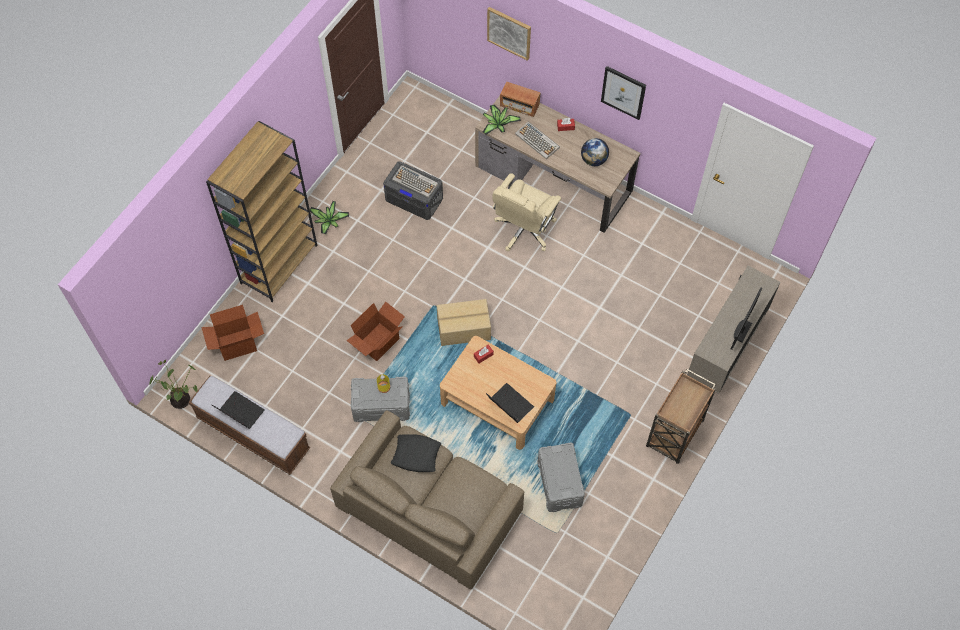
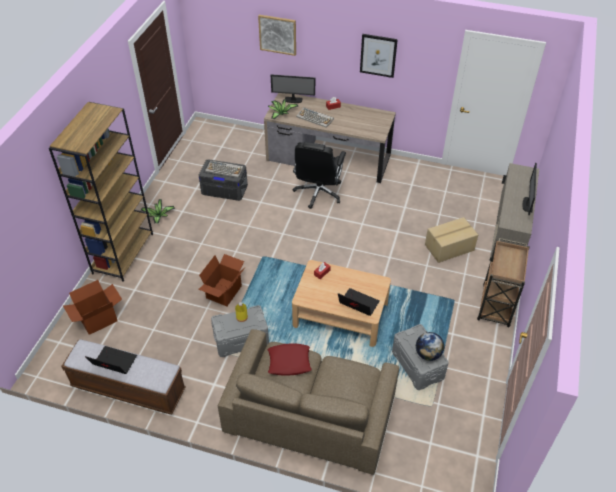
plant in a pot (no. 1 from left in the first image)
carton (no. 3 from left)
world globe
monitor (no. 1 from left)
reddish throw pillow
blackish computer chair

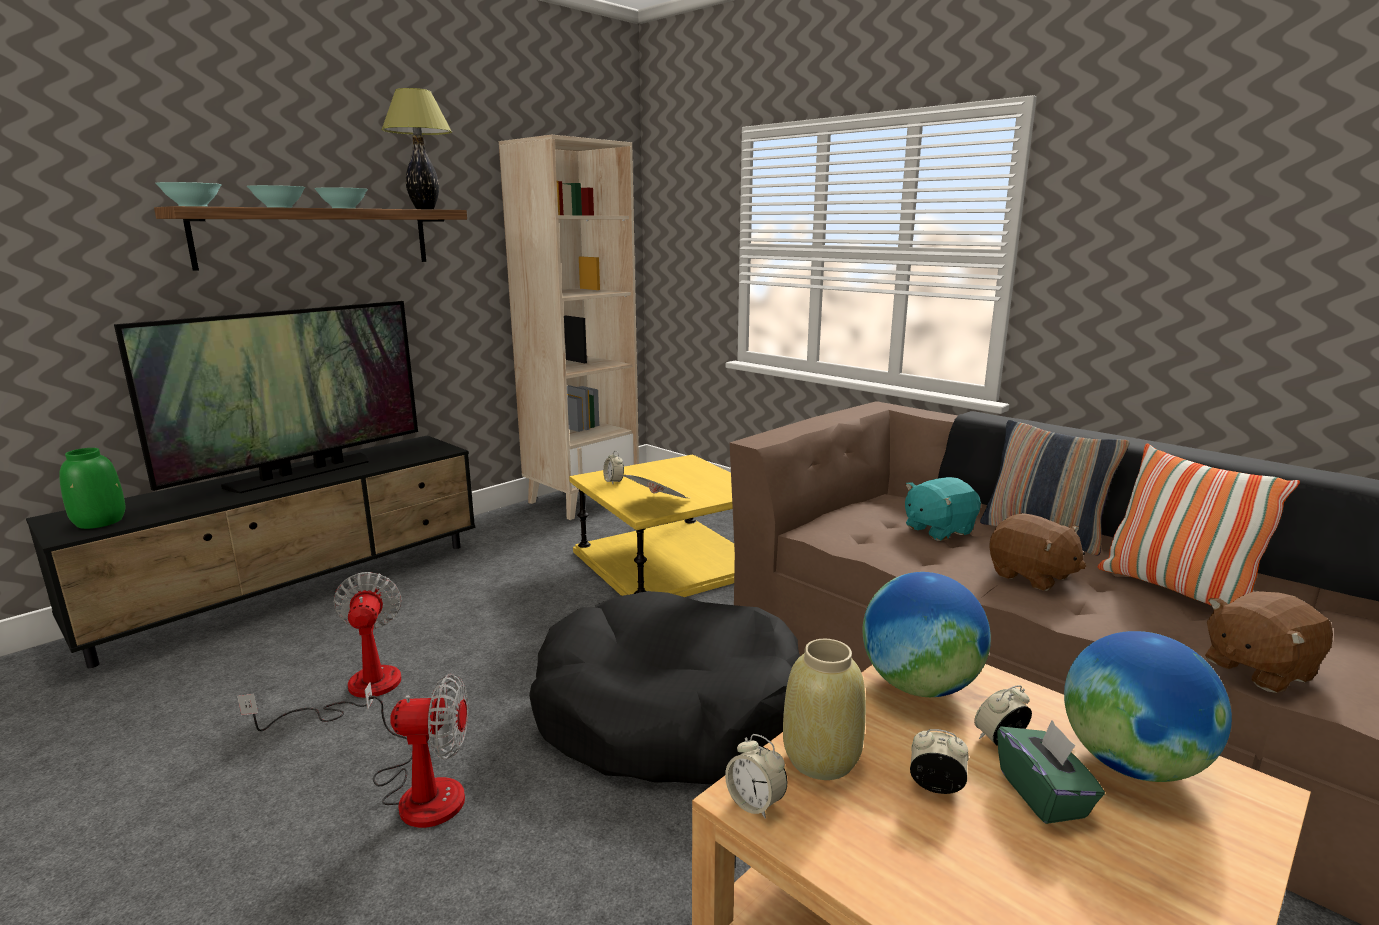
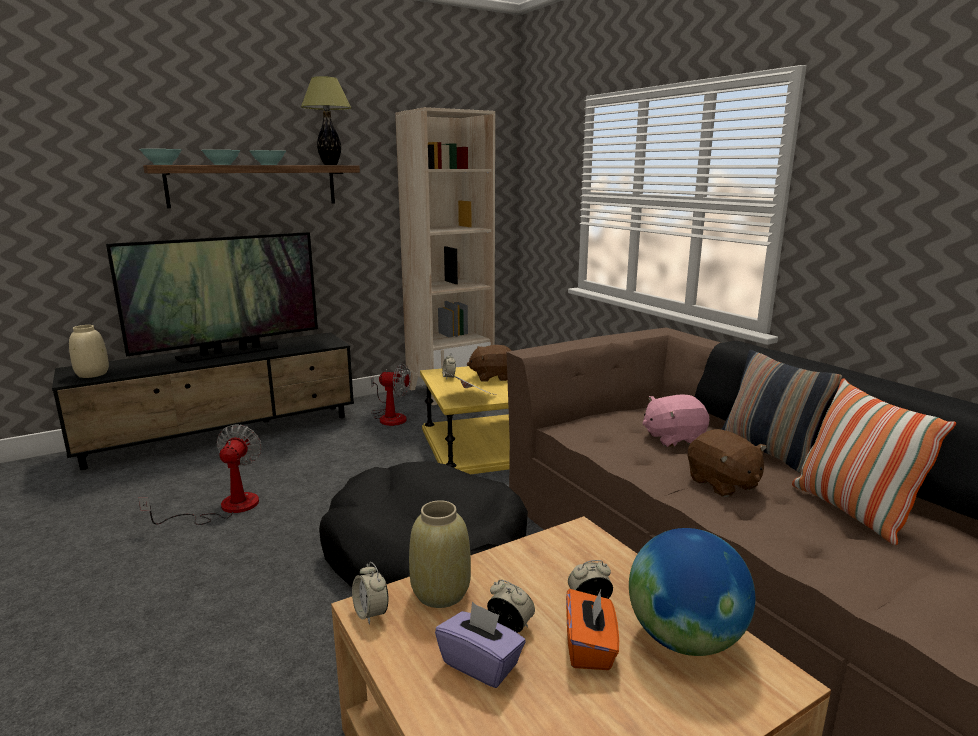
world globe (no. 1 from left in the first image)
purple-coloured tissue box
cooling fan (no. 2 from left)
brown soft toy (no. 1 from left)
beige-coloured vase (no. 1 from left)
pink soft toy
orange tissue box

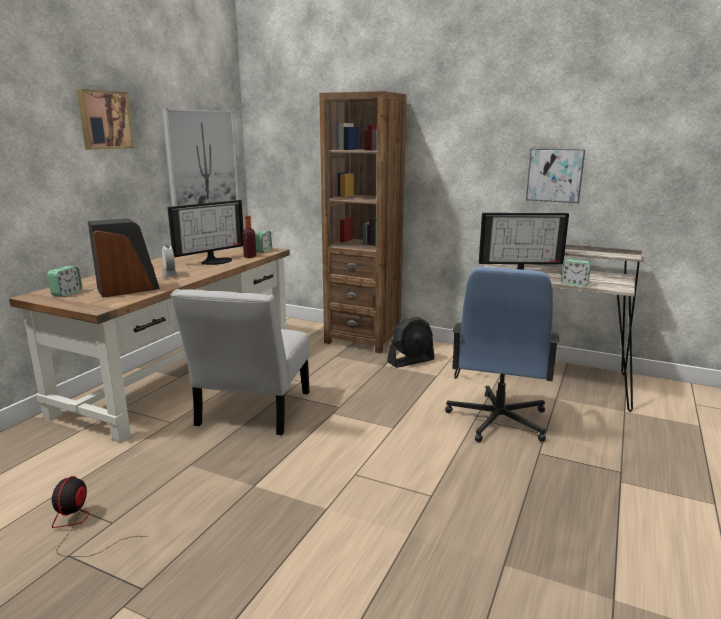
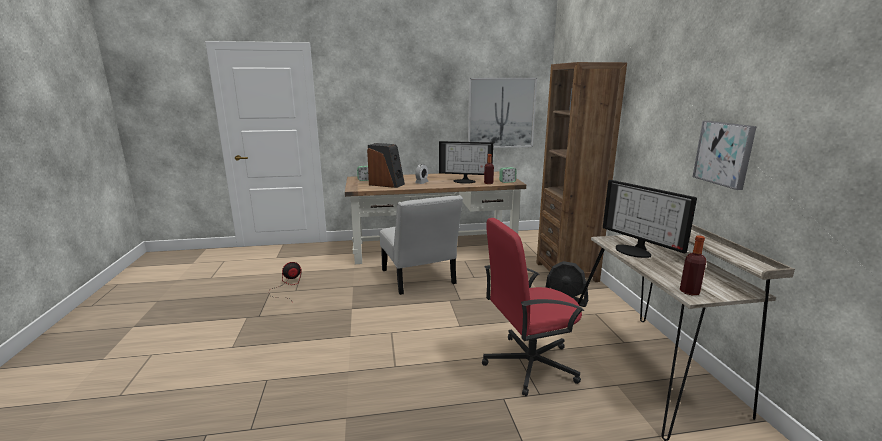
wall picture (no. 1 from left in the first image)
bedside clock (no. 4 from left in the first image)
bottle (no. 2 from left)
reddish computer chair
whitish chair

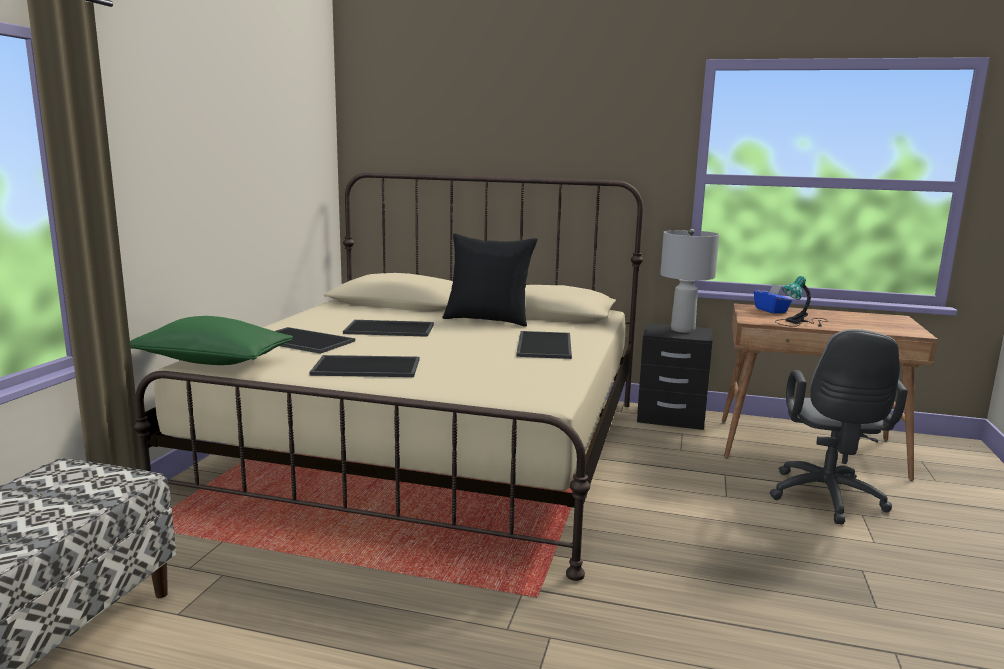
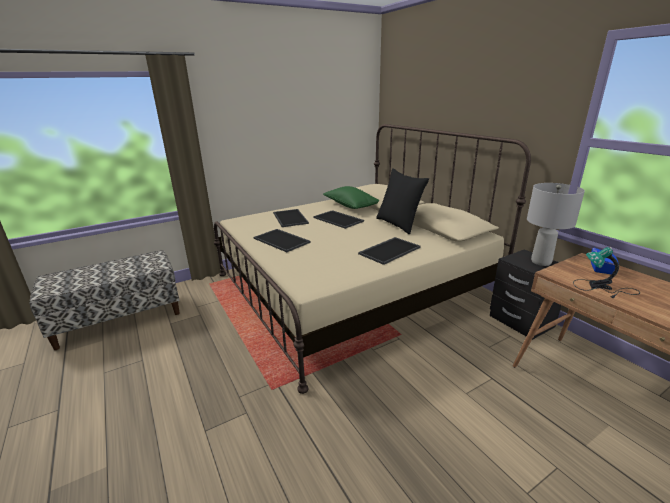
gray computer chair
green throw pillow

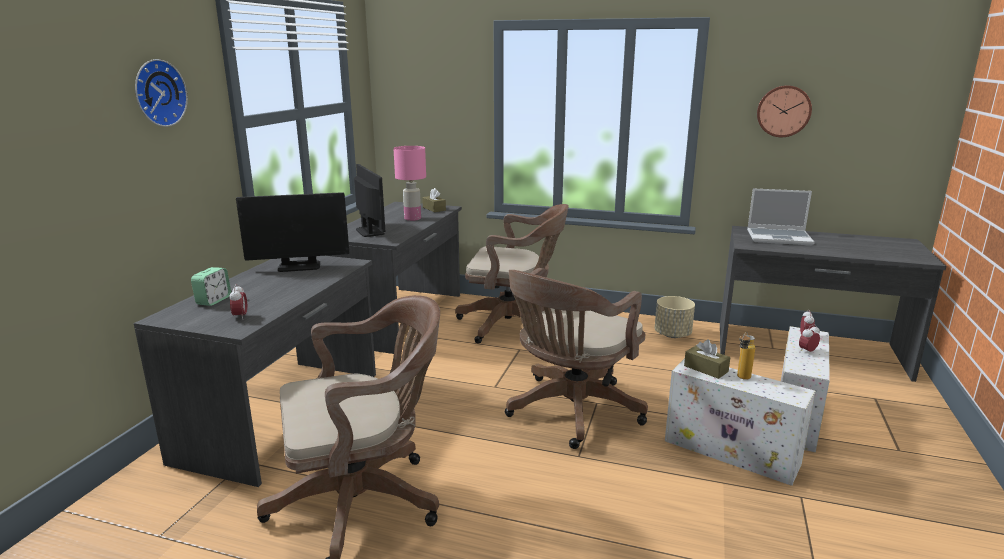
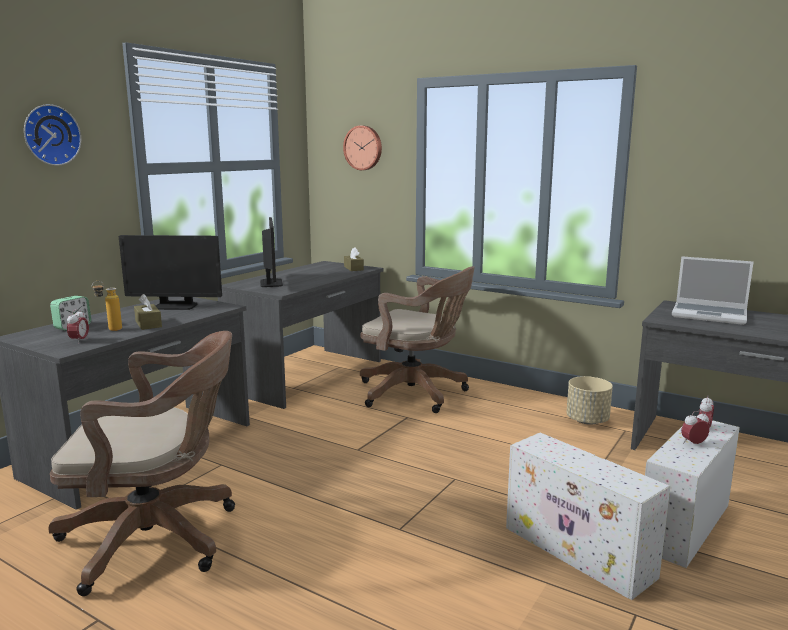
pink table lamp
brown computer chair (no. 3 from left in the first image)
brown tissue box (no. 1 from left)
bottle
clock on the wall (no. 2 from left)

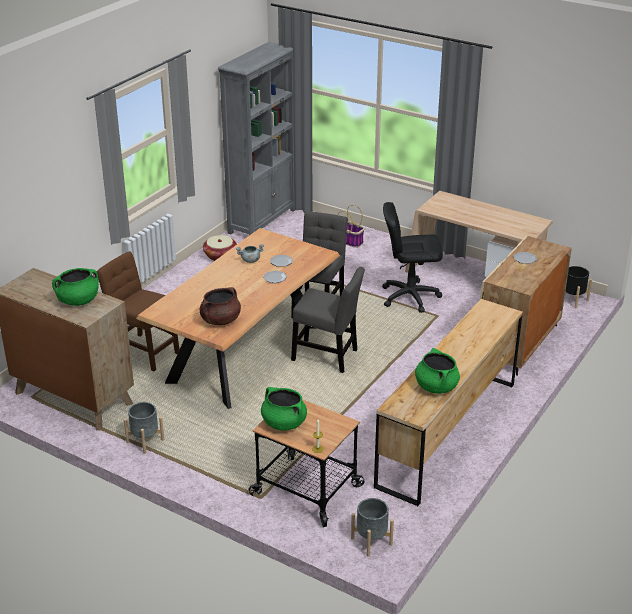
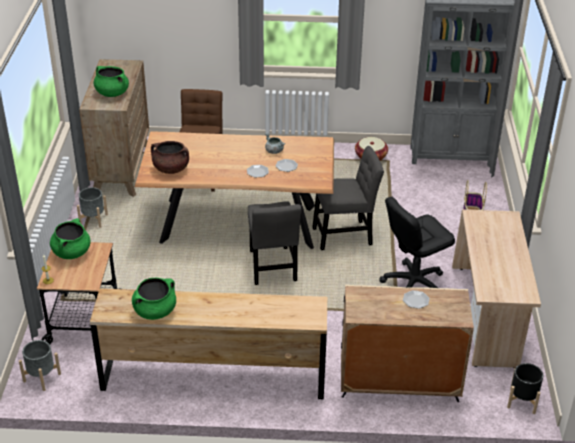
blackish computer chair

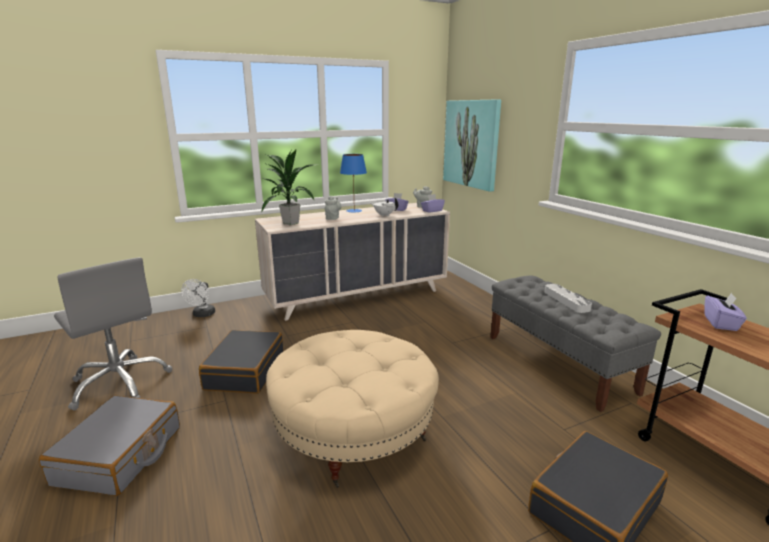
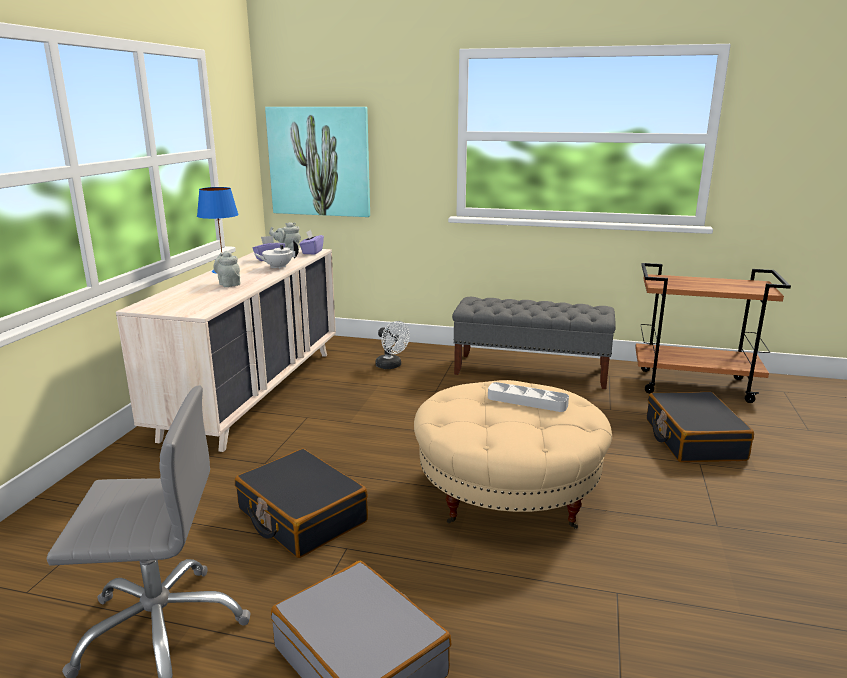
plant in a pot
purple-coloured tissue box (no. 3 from left in the first image)
whitish cooling fan
gray tray

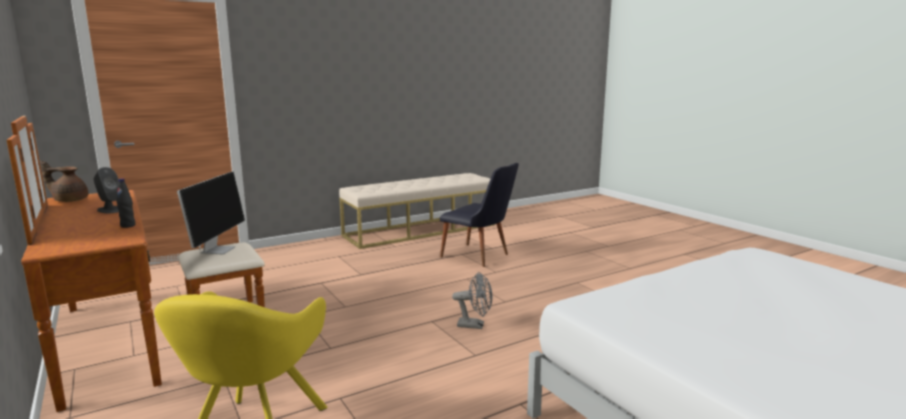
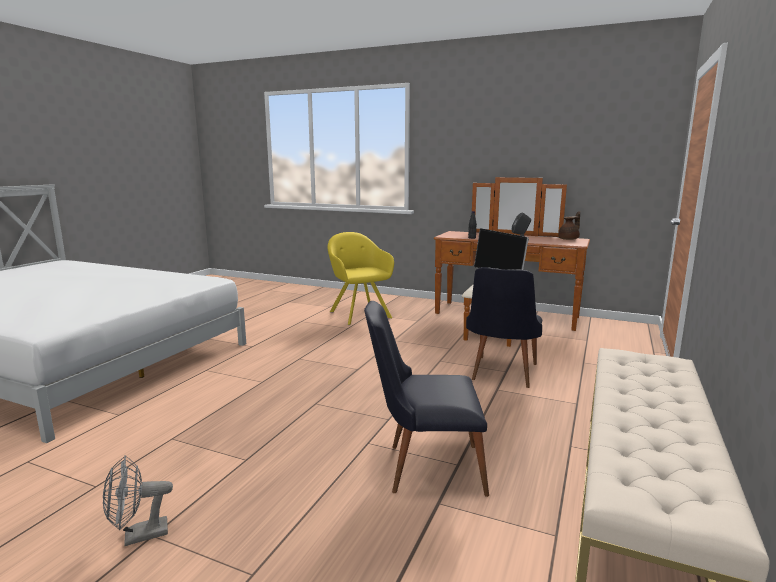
blackish chair (no. 2 from left)
gray cooling fan

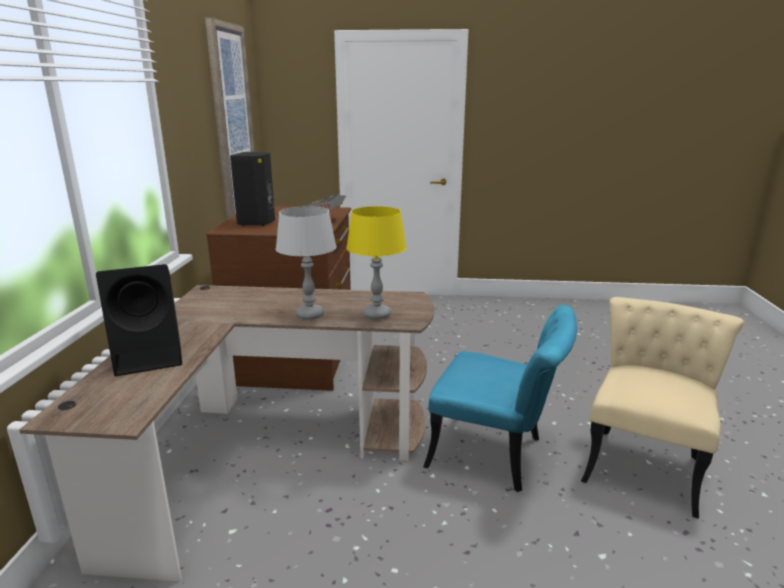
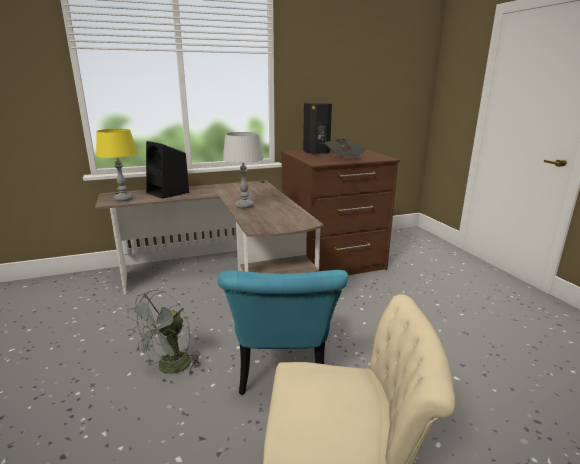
wall picture
gray cooling fan
yellow-coloured table lamp

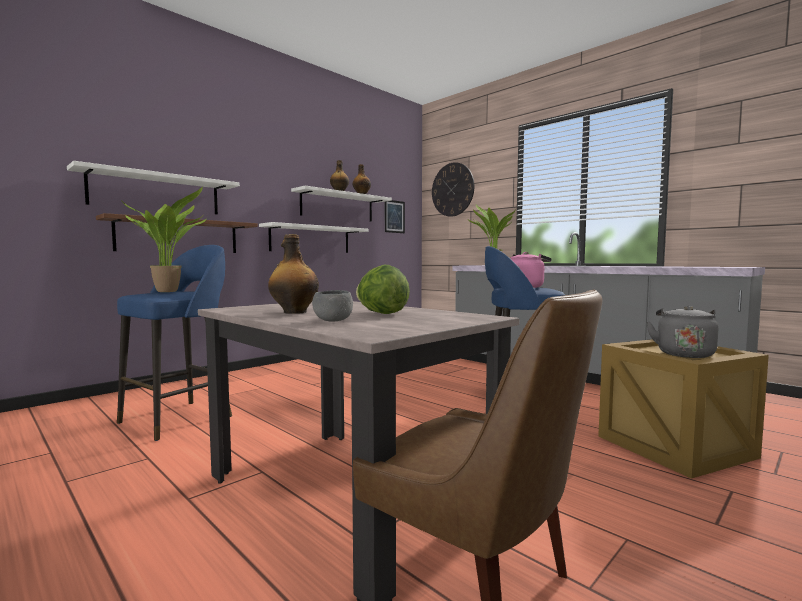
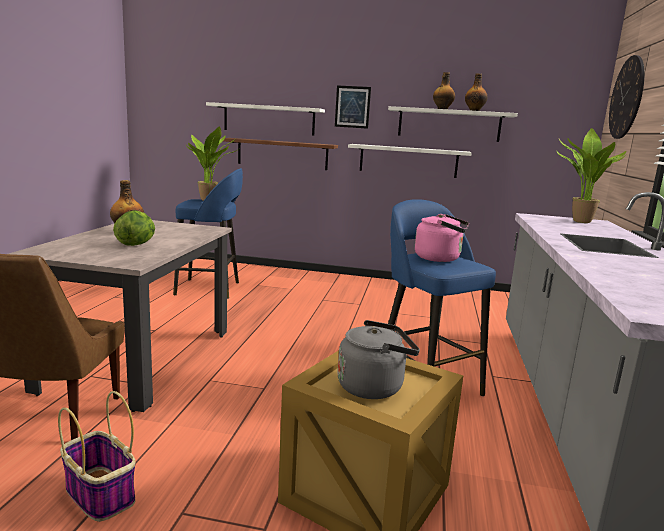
gray serving bowl
household basket
wall picture

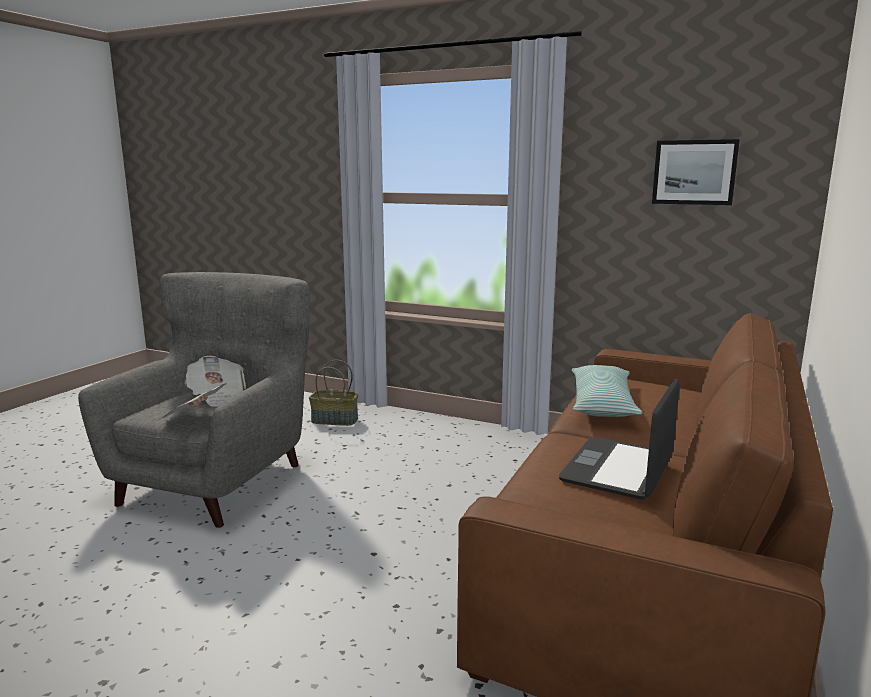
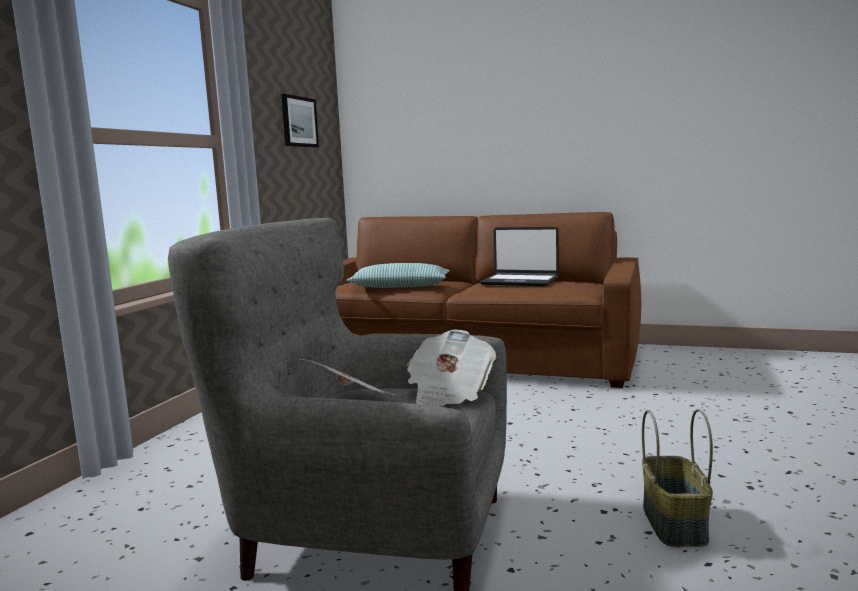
household basket

